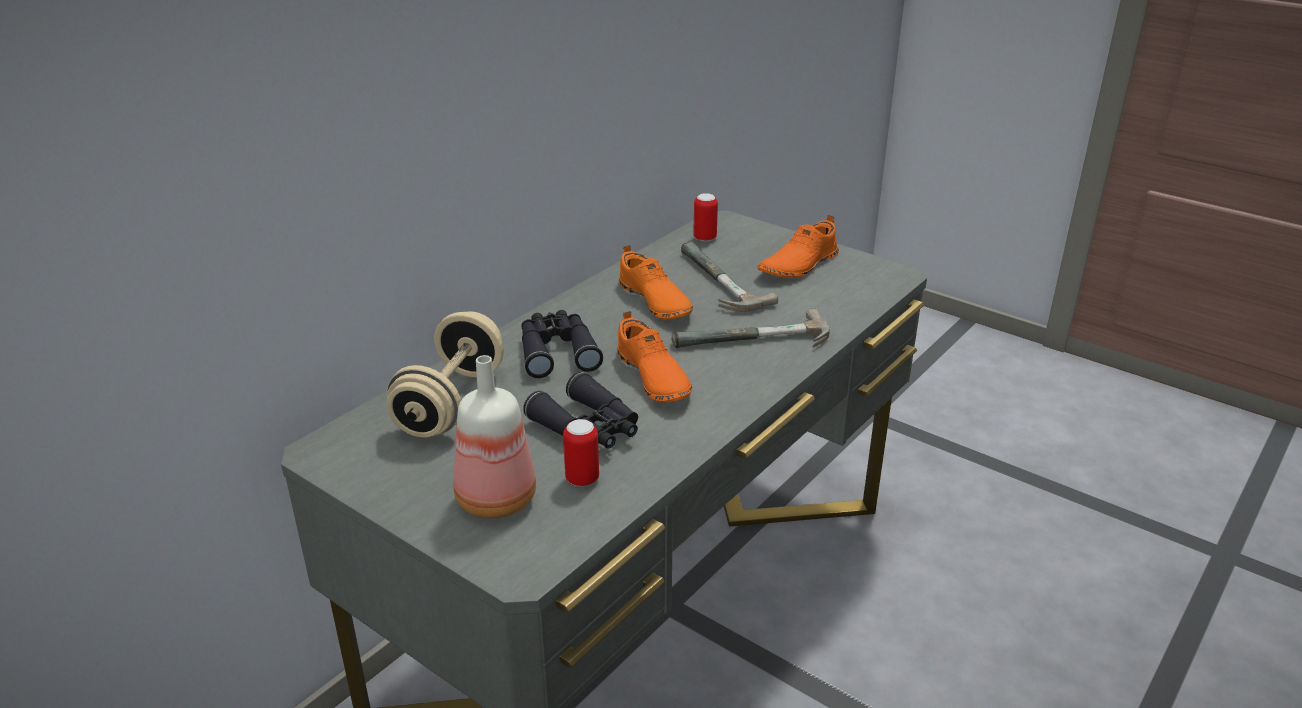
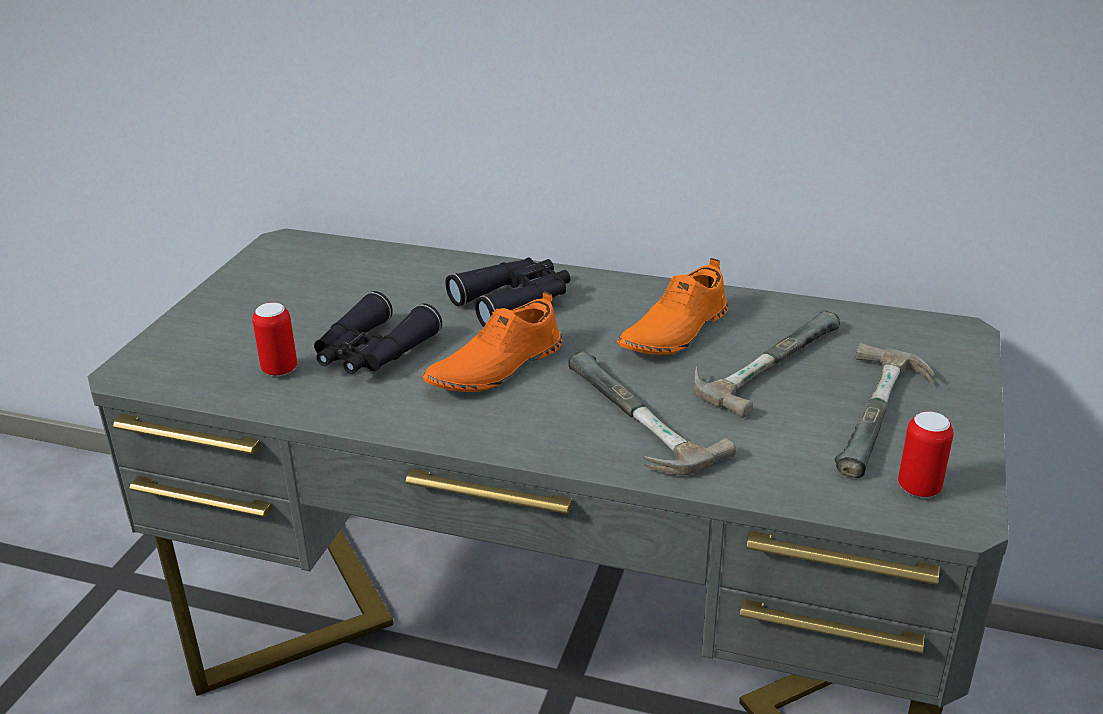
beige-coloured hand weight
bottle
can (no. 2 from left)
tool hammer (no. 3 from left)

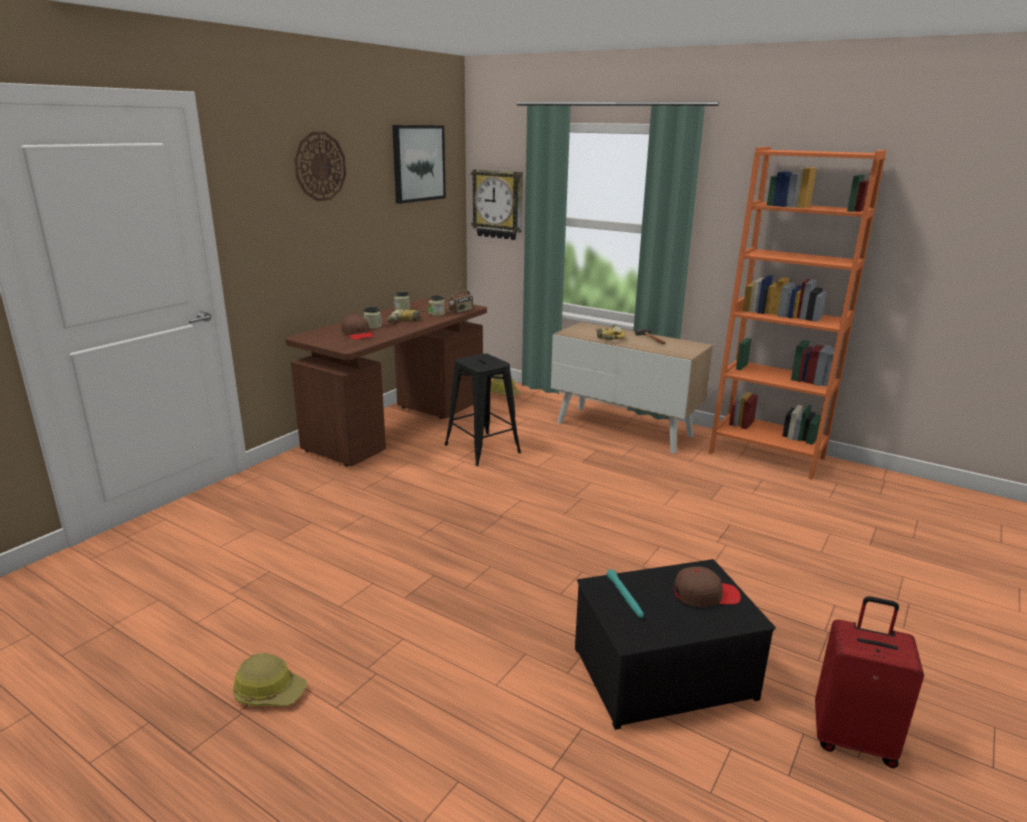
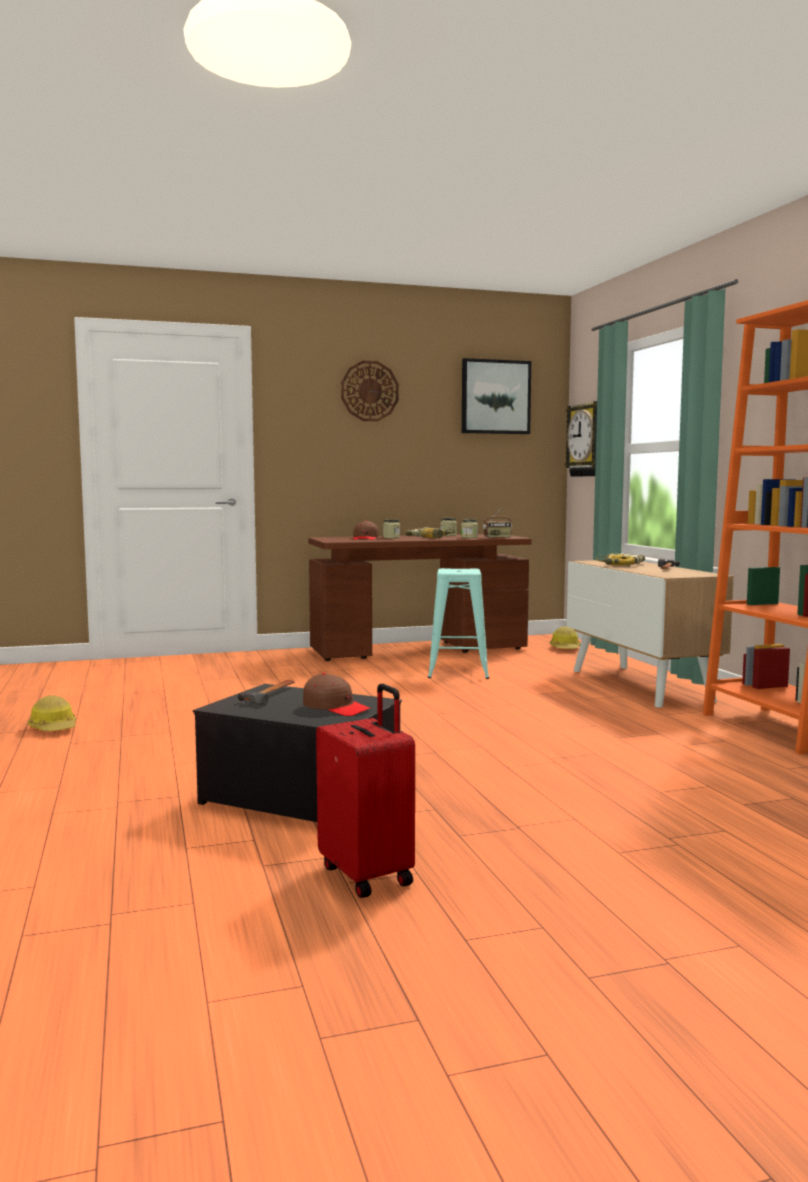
tool hammer (no. 1 from left)
blue-green stool

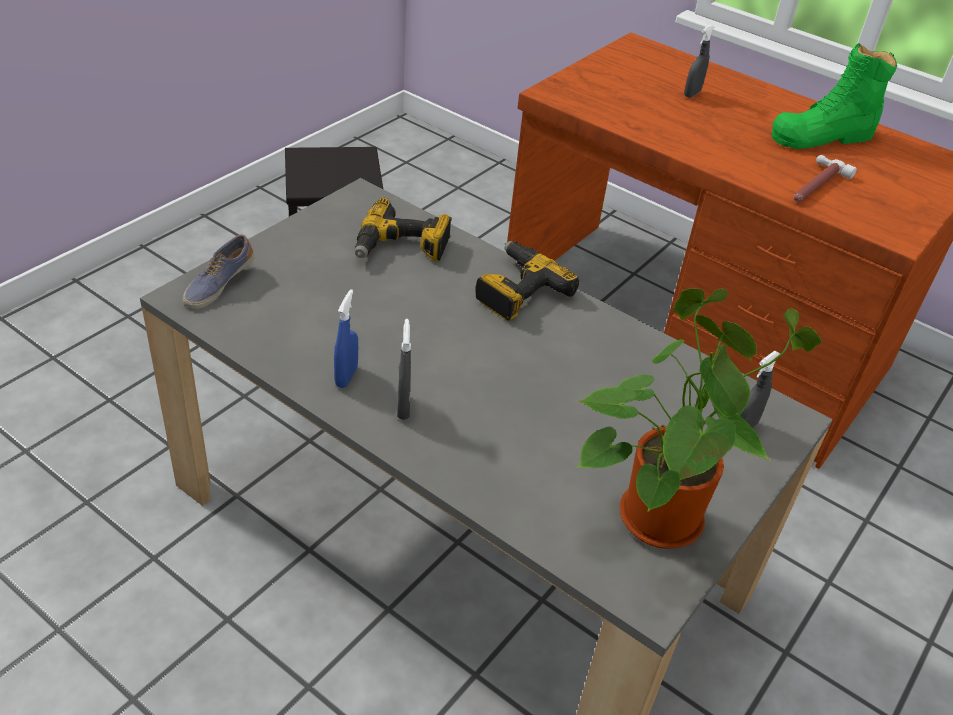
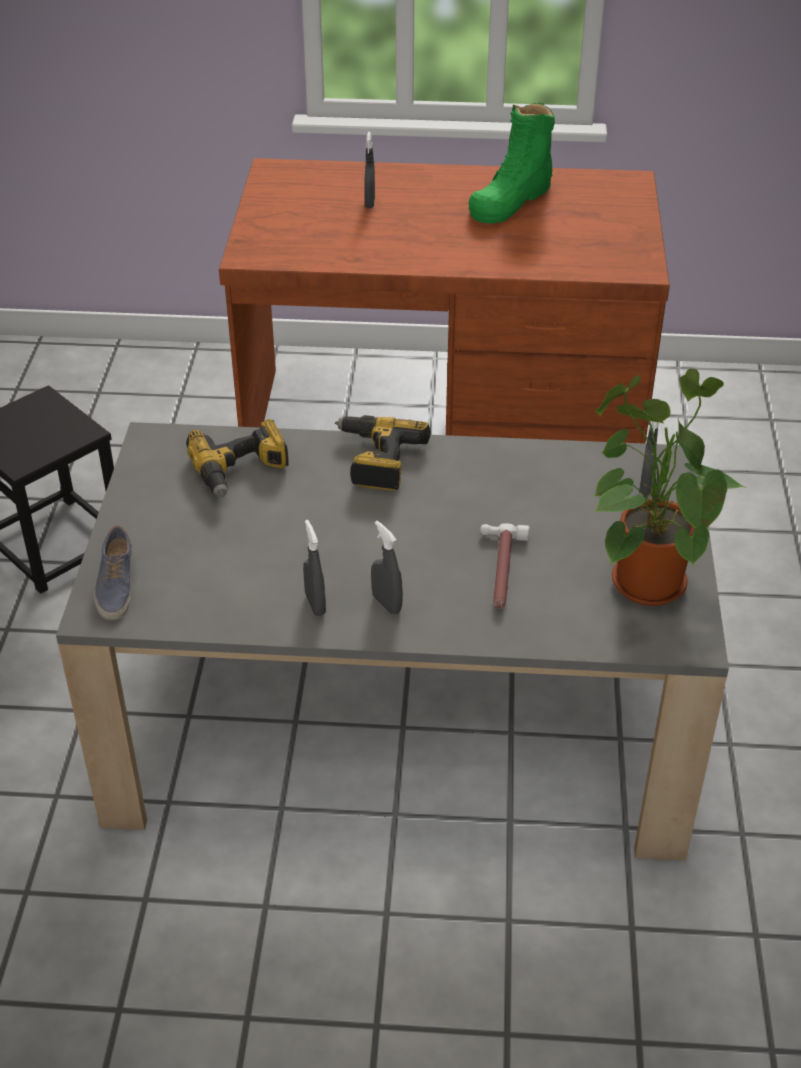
tool hammer
gray spray bottle (no. 1 from left)

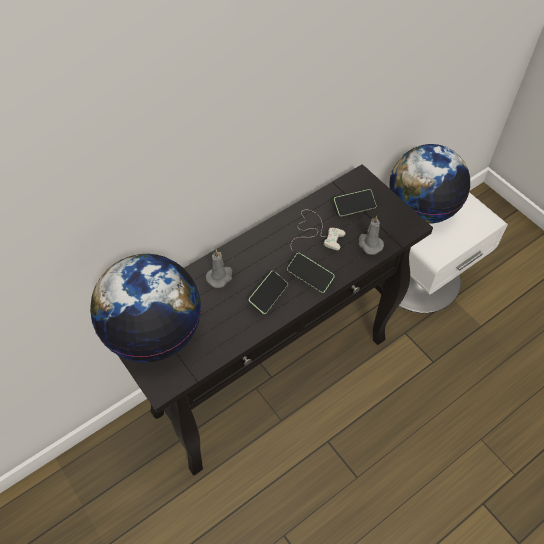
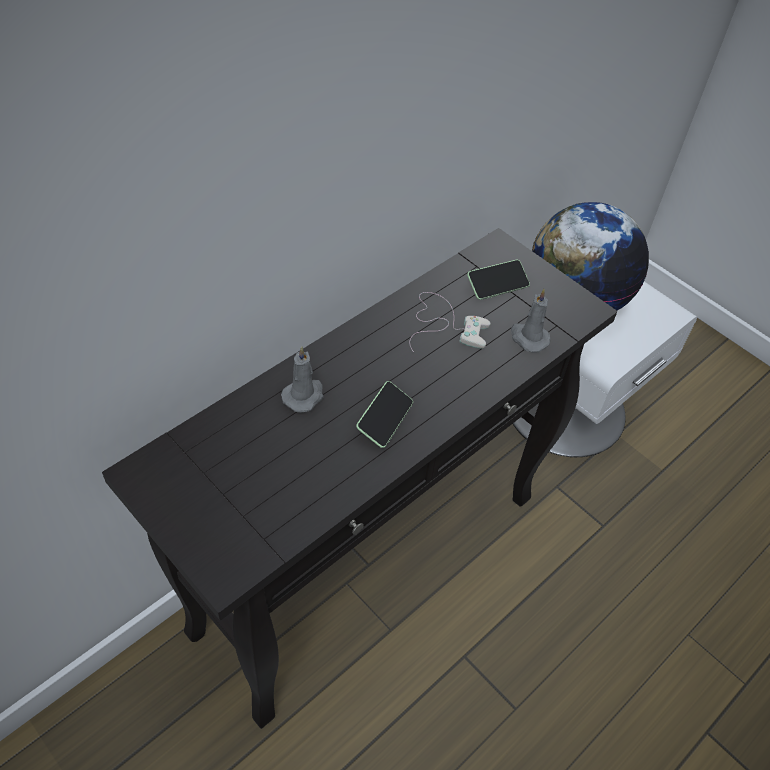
world globe (no. 1 from left in the first image)
phone (no. 2 from left in the first image)

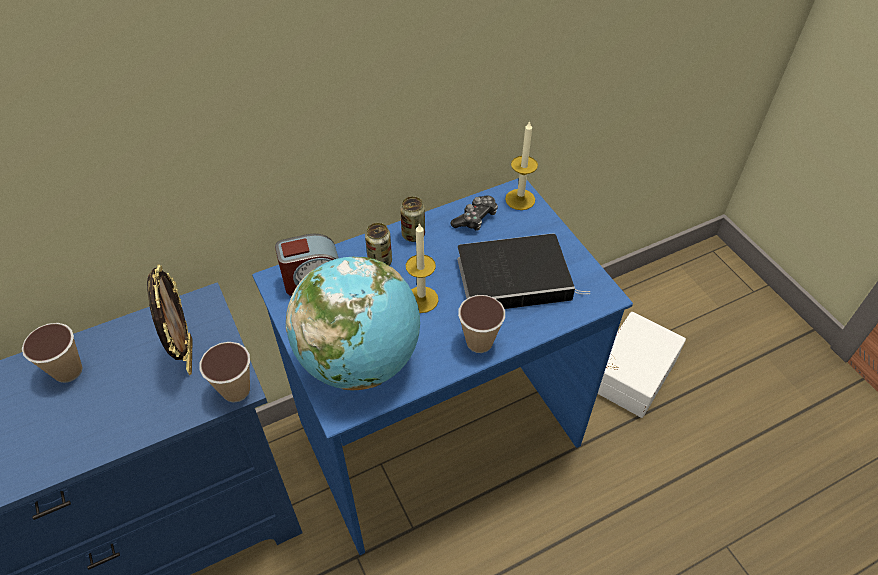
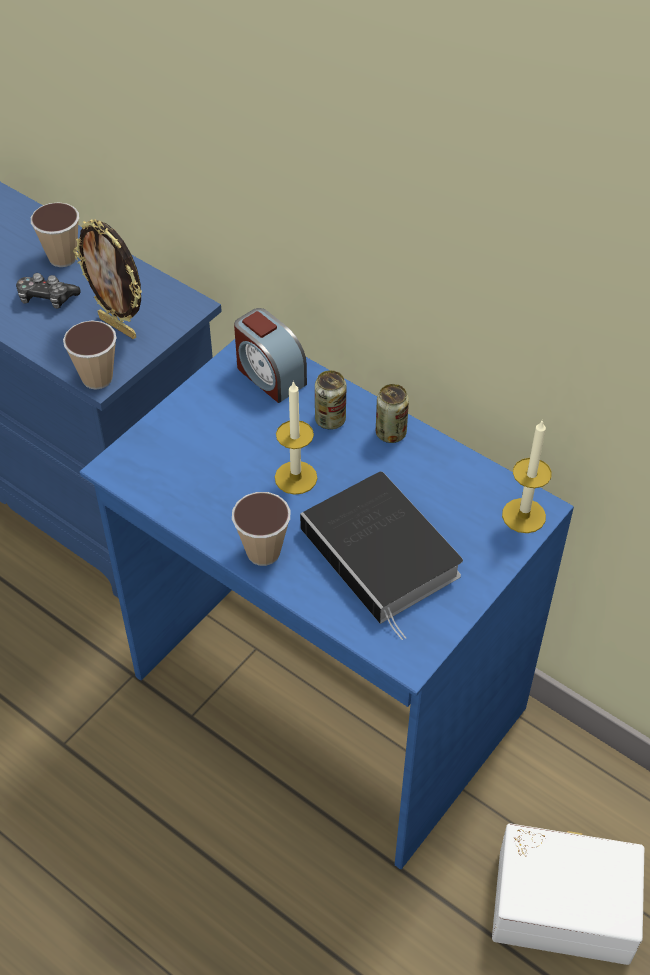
world globe
joypad
standing frame

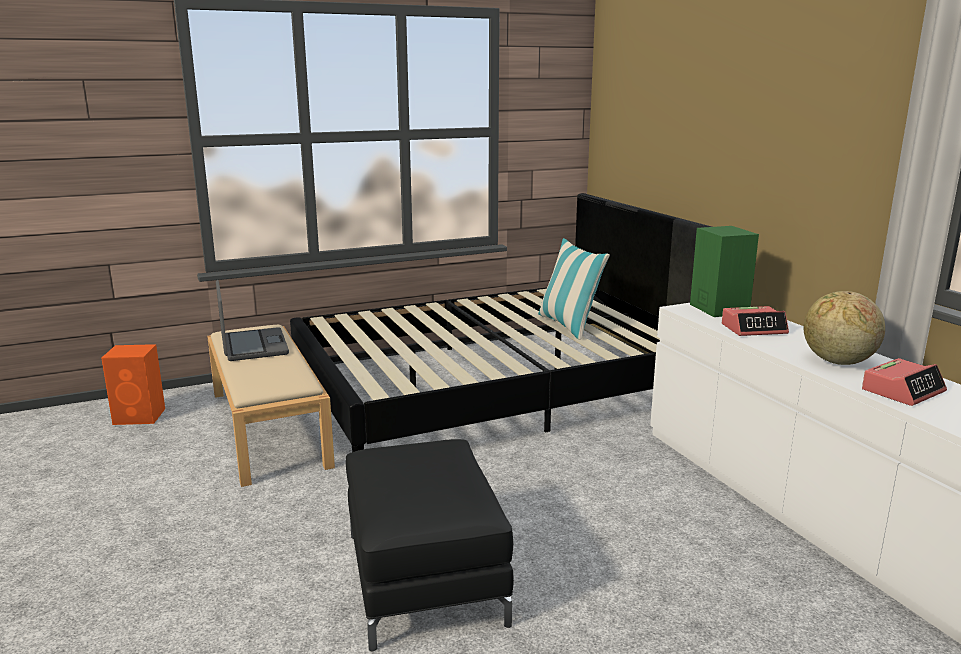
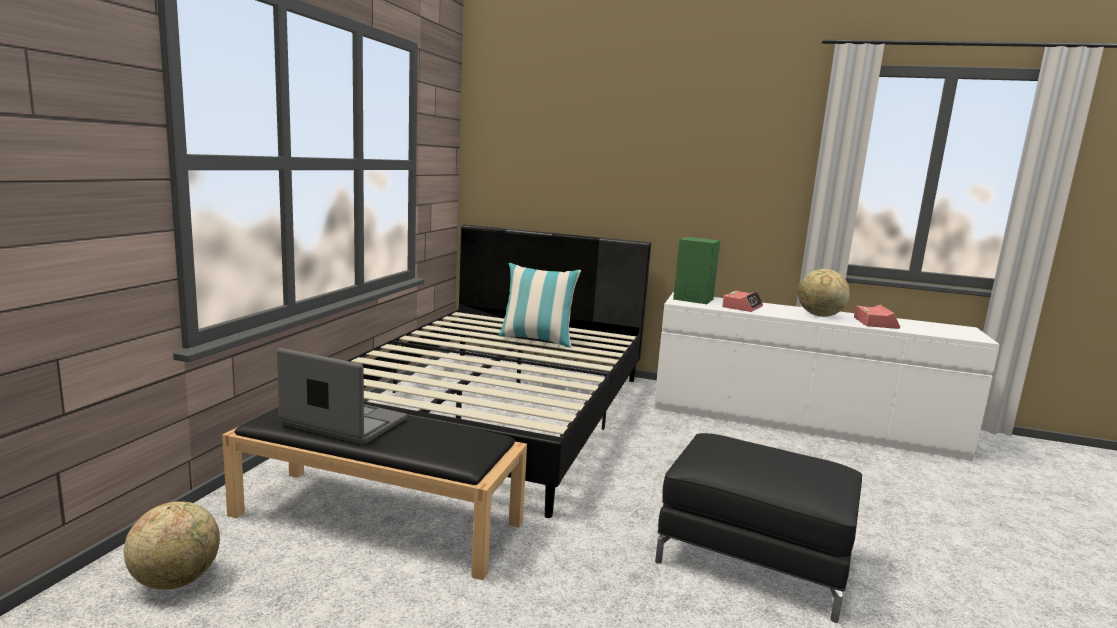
world globe (no. 1 from left)
blackish bench

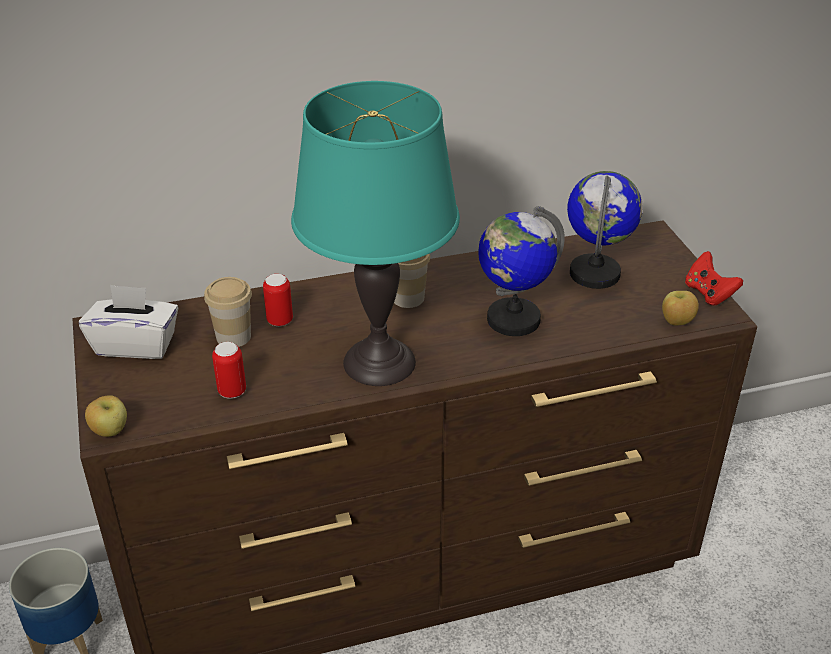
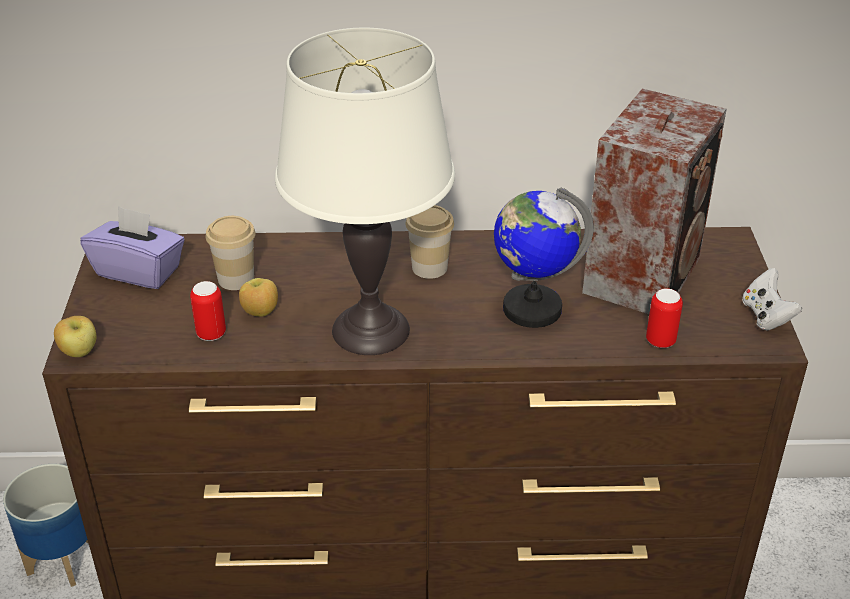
can (no. 2 from left)
apple (no. 2 from left)
audio speaker
purple-coloured tissue box
whitish table lamp
whitish joypad

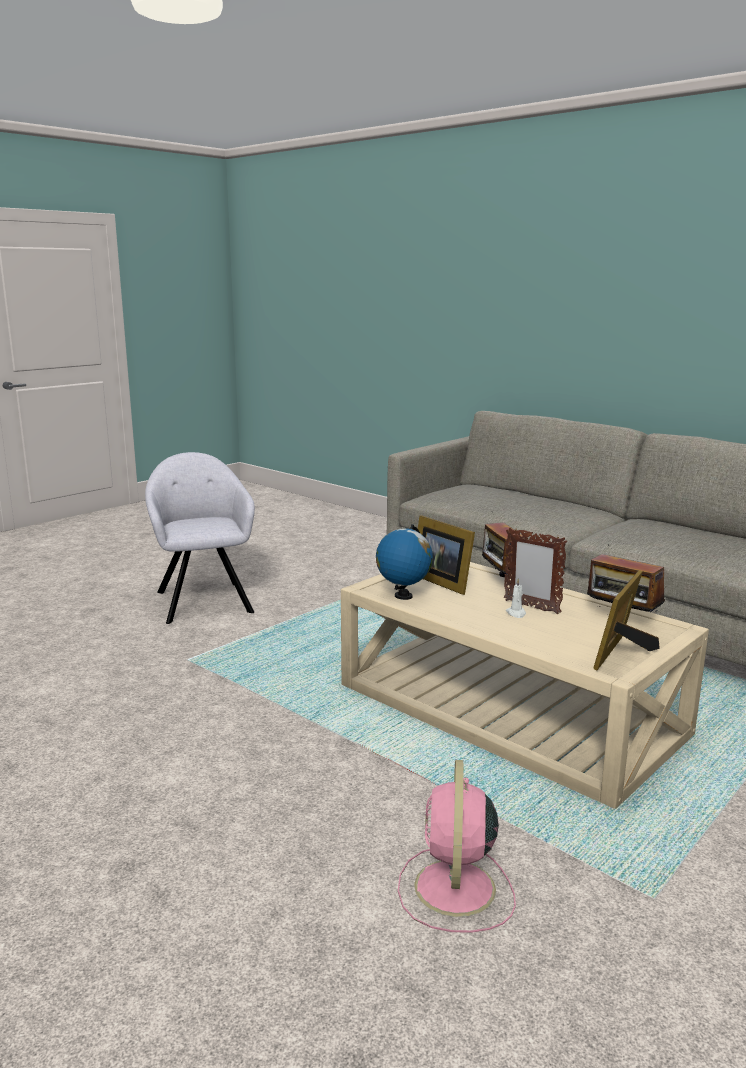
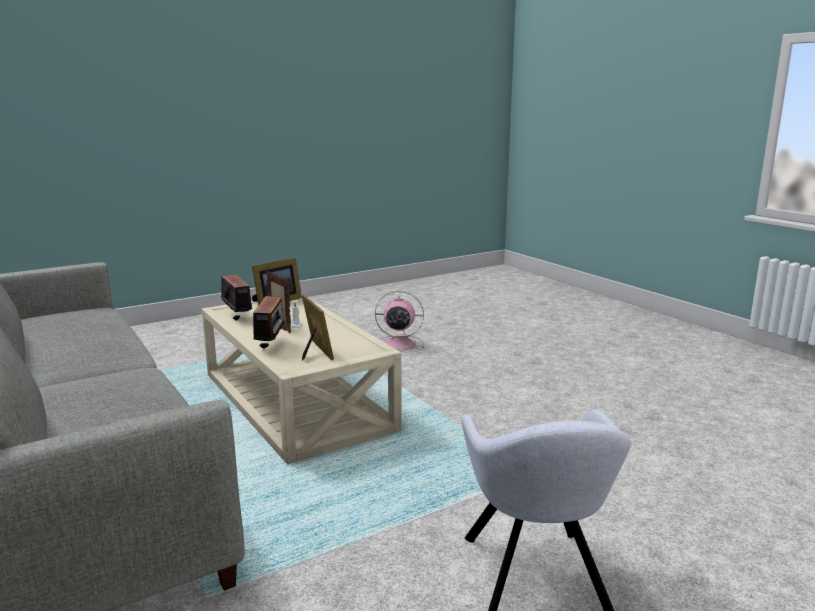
world globe
pink cooling fan

